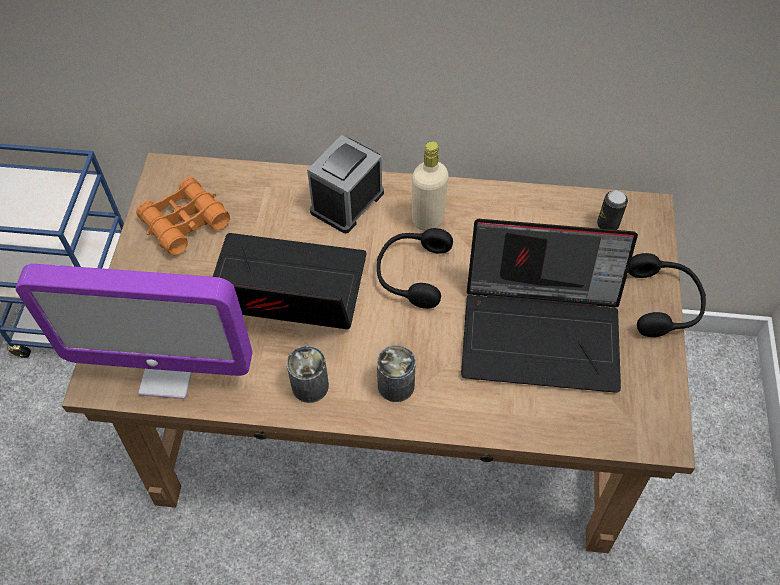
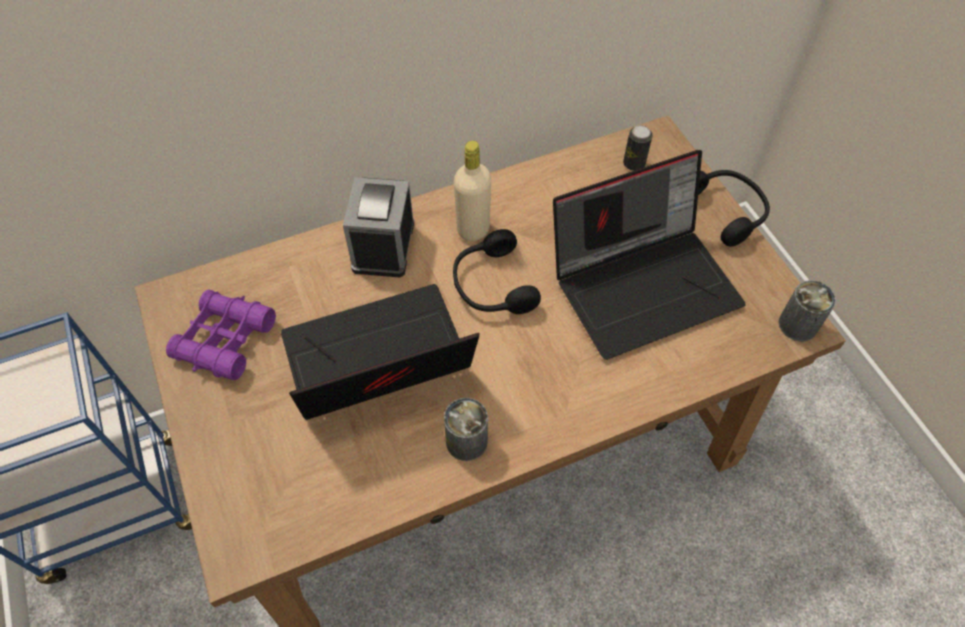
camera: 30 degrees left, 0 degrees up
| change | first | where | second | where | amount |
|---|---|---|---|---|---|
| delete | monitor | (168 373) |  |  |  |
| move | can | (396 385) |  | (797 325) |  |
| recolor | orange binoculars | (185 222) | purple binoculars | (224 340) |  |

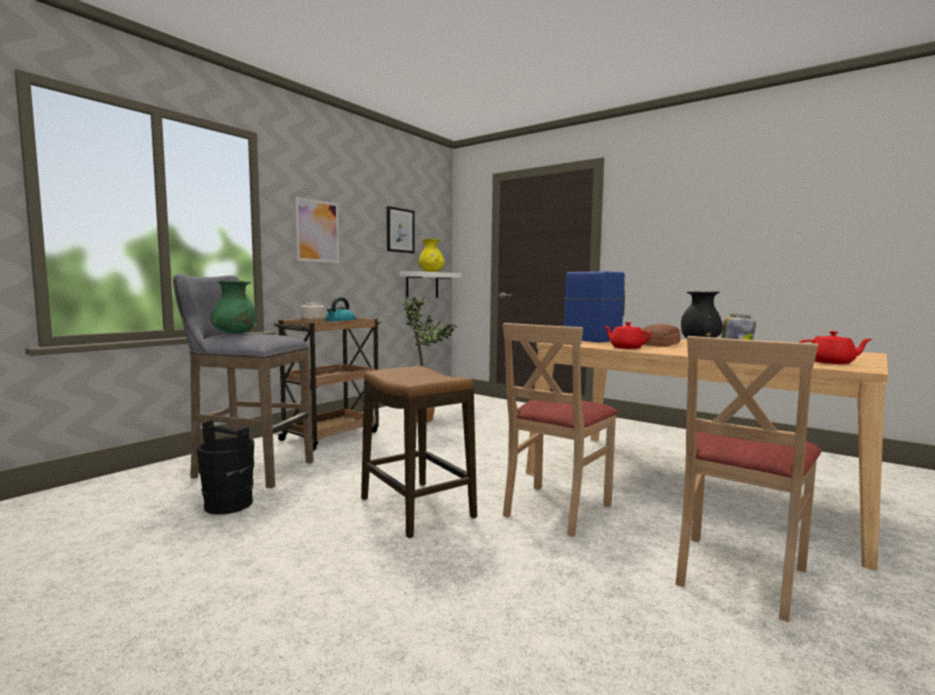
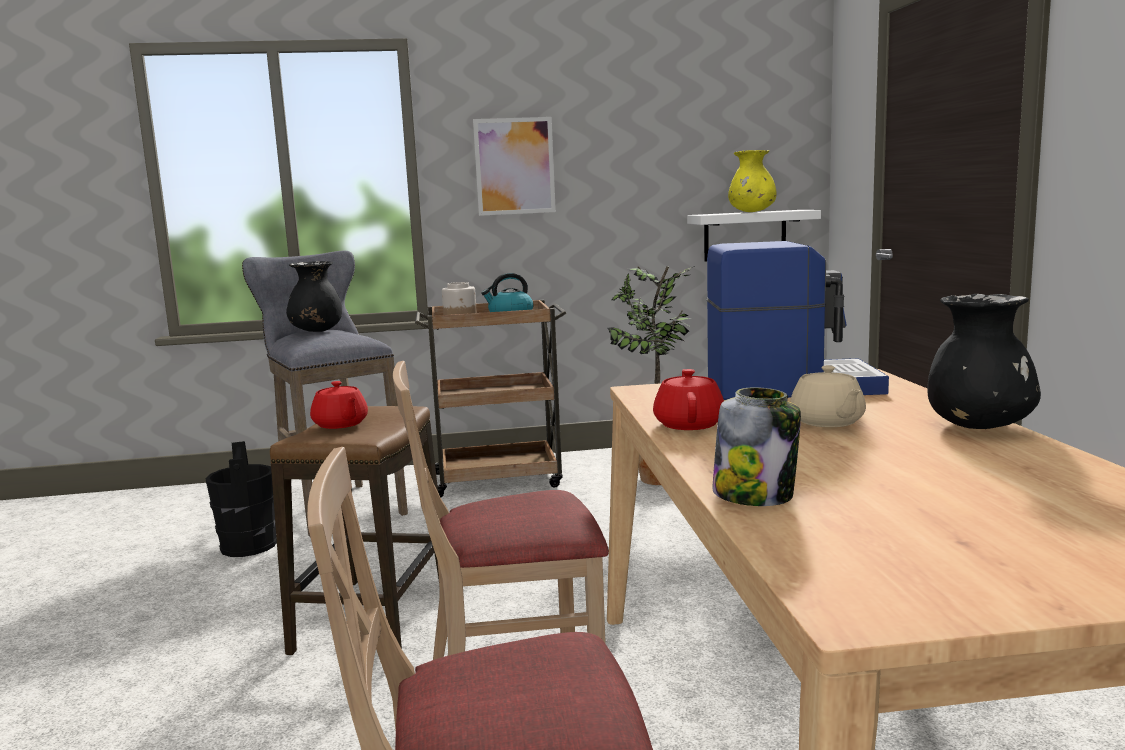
camera: 45 degrees right, 5 degrees up
| change | first | where | second | where | amount |
|---|---|---|---|---|---|
| delete | picture | (400 230) |  |  |  |
| move | red teapot | (832 362) |  | (340 424) |  |
| replace | bread | (660 344) | beige teapot | (827 422) |  |
| recolor | green vase | (235 334) | black vase | (316 331) |  |

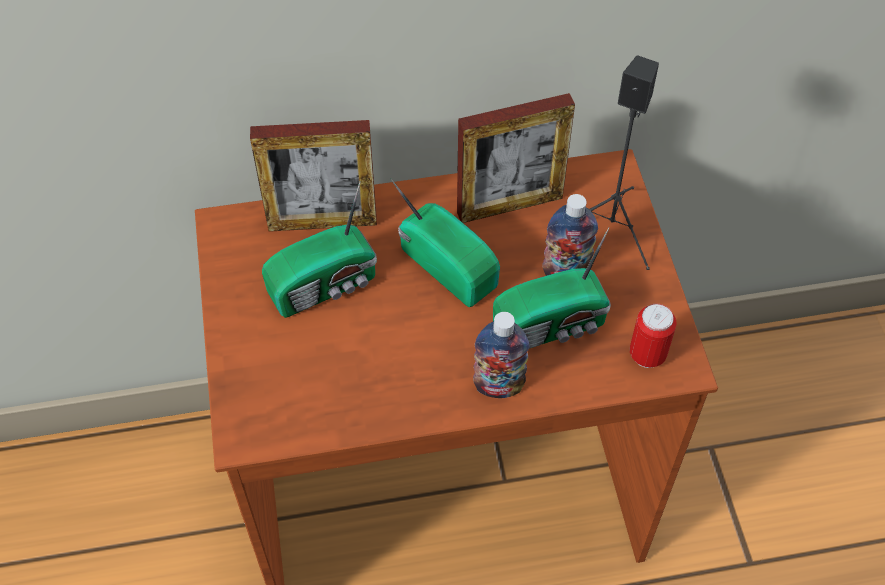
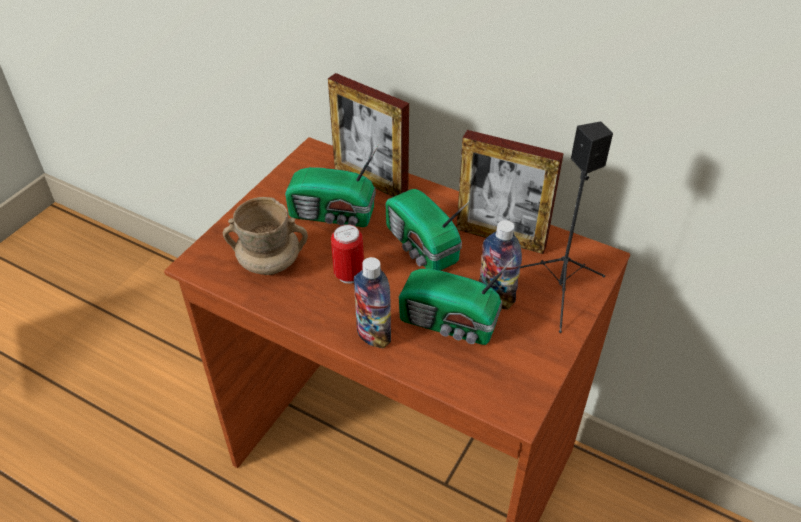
camera: 40 degrees right, 10 degrees down
| change | first | where | second | where | amount |
|---|---|---|---|---|---|
| insert |  |  | beige mug | (270 263) |  |
| move | can | (647 355) |  | (349 274) |  |
| rotate | radio | (448 264) |  | (421 247) | 150 degrees clockwise |

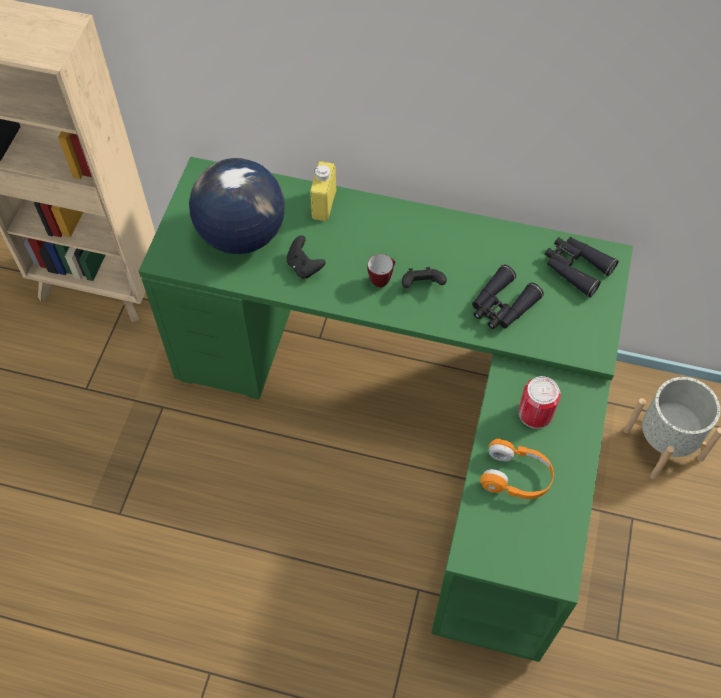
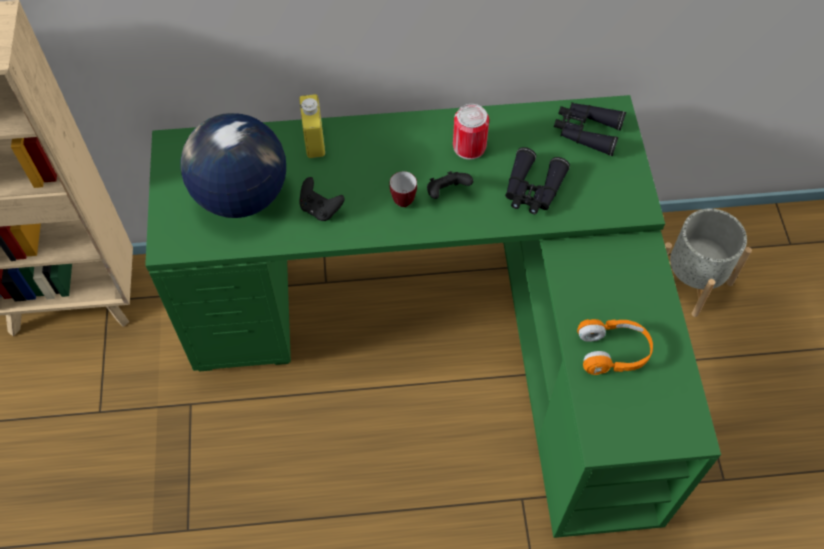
camera: 20 degrees left, 0 degrees up
| change | first | where | second | where | amount |
|---|---|---|---|---|---|
| move | can | (535 413) |  | (469 146) |  |

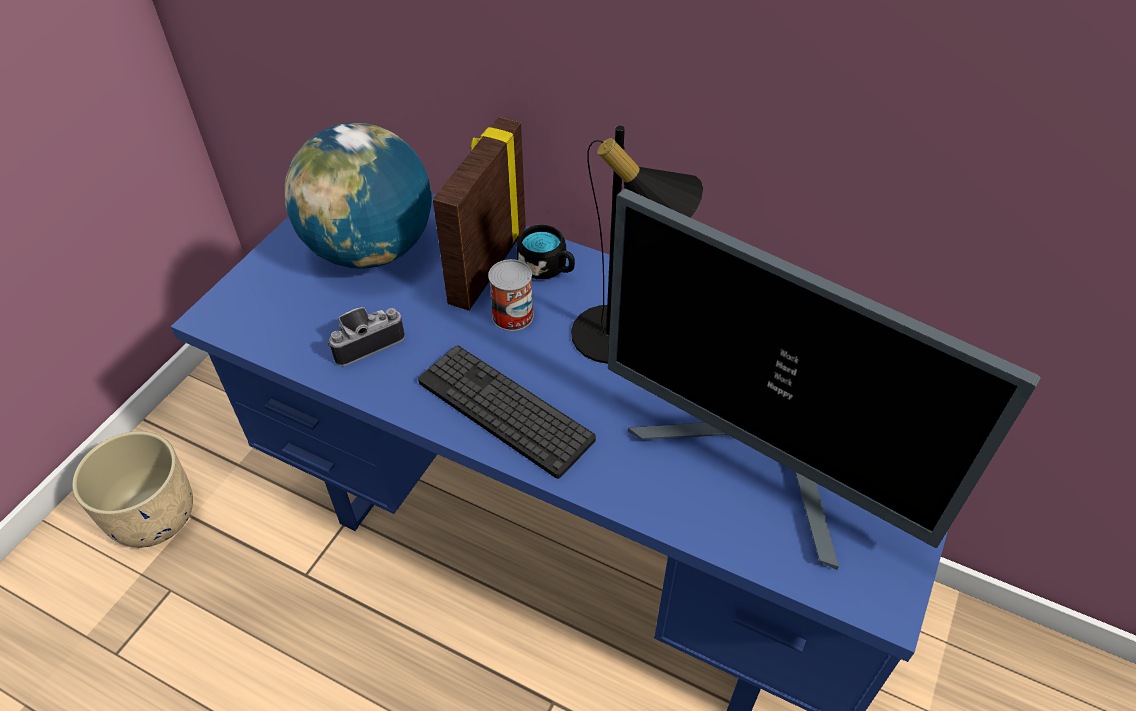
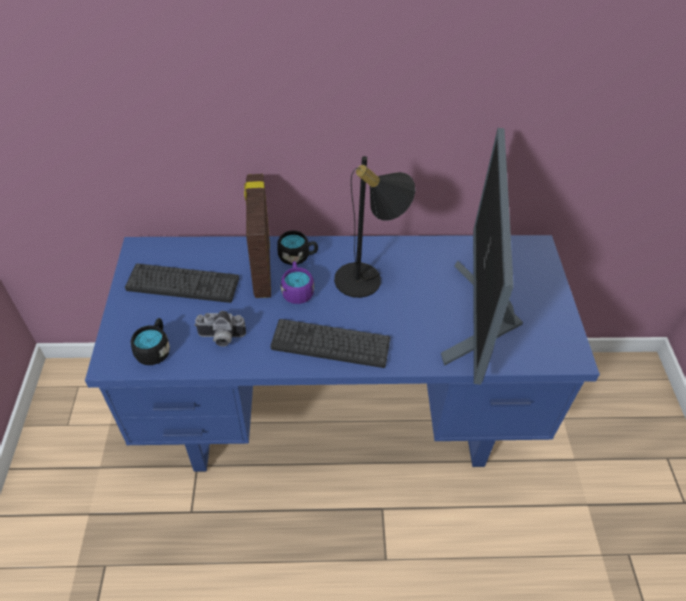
camera: 30 degrees left, 0 degrees up
| change | first | where | second | where | amount |
|---|---|---|---|---|---|
| delete | beige planter | (153 517) |  |  |  |
| insert |  |  | black mug | (155 349) |  |
| replace | globe | (370 249) | keyboard | (183 284) |  |
| replace | can | (512 315) | purple mug | (297 290) |  |
| rotate | photo camera | (365 341) |  | (221 338) | 120 degrees counterclockwise |
| rotate | monitor | (760 468) |  | (479 318) | 90 degrees clockwise |

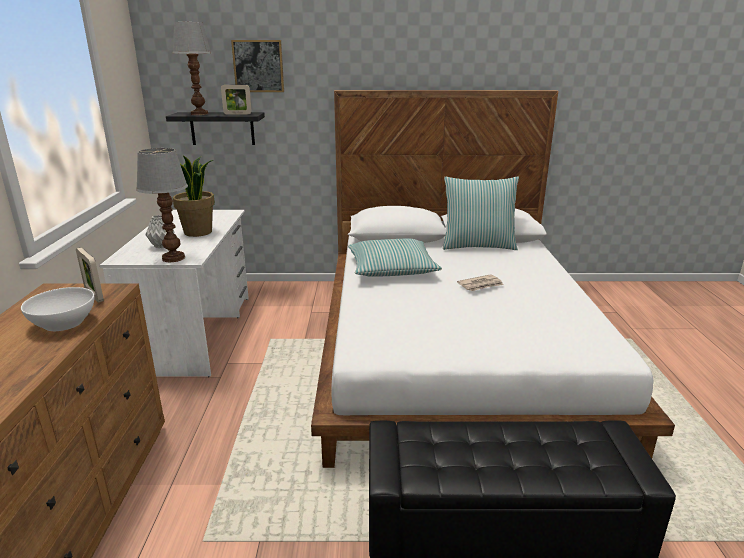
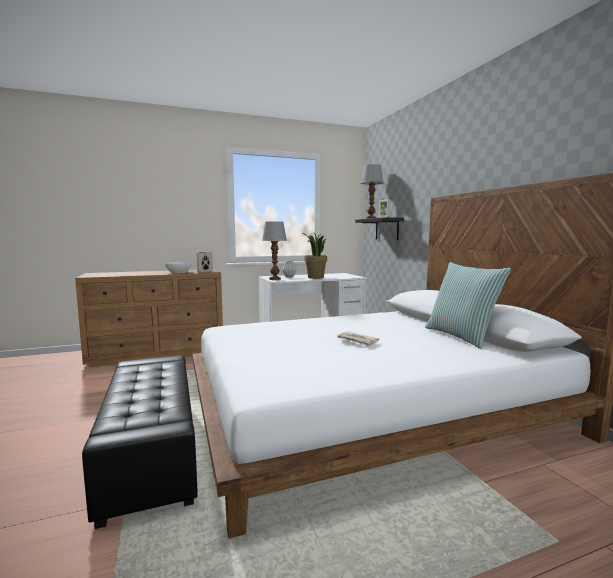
camera: 70 degrees right, 15 degrees down
| change | first | where | second | where | amount |
|---|---|---|---|---|---|
| delete | picture | (258 66) |  |  |  |
| delete | pillow | (391 268) |  |  |  |

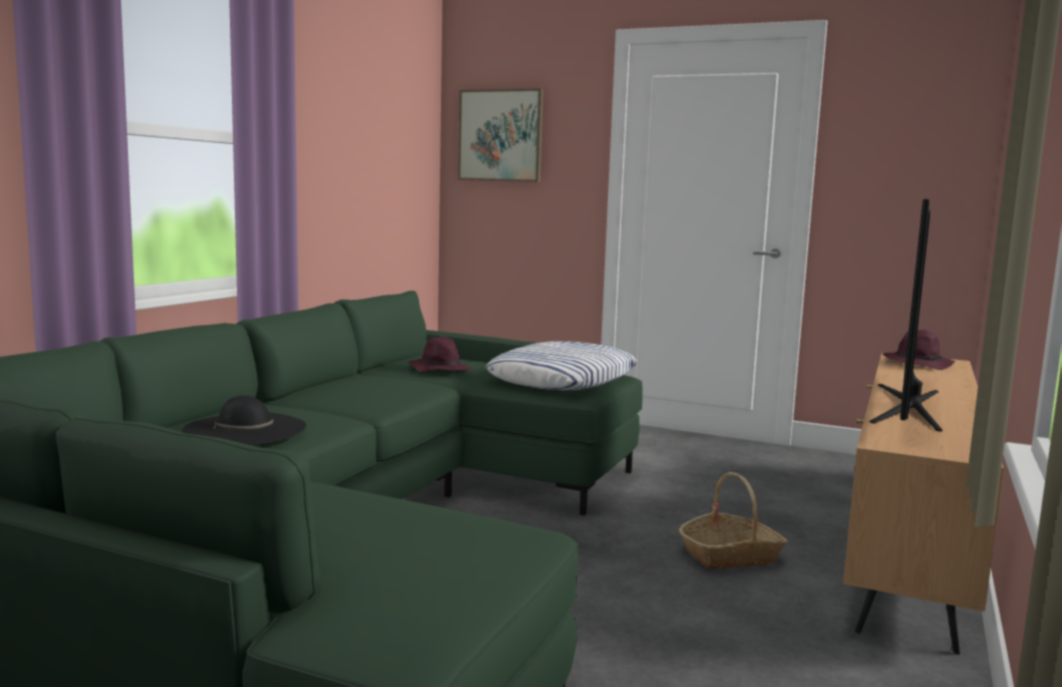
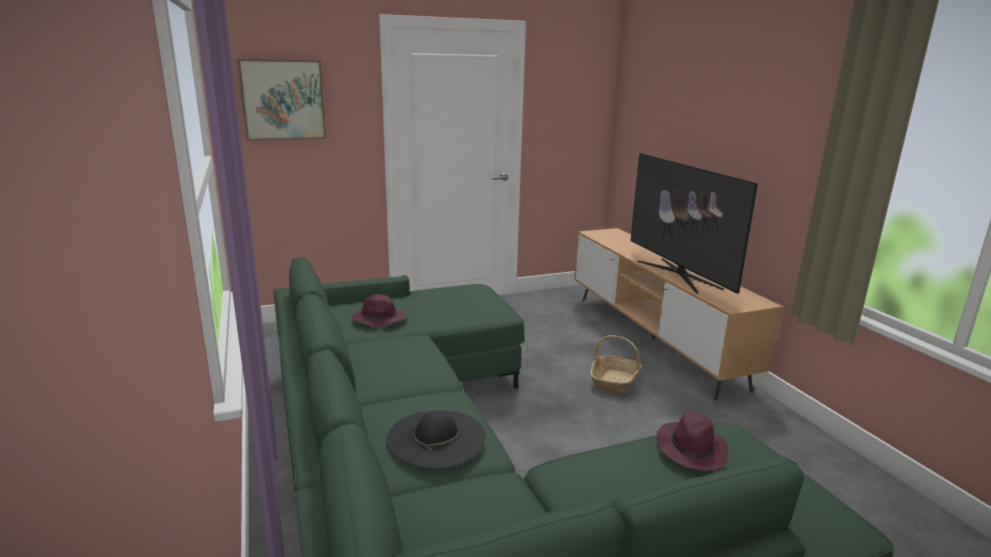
camera: 45 degrees left, 10 degrees up
| change | first | where | second | where | amount |
|---|---|---|---|---|---|
| delete | pillow | (562 378) |  |  |  |
| move | purple hat | (917 363) |  | (691 450) |  |

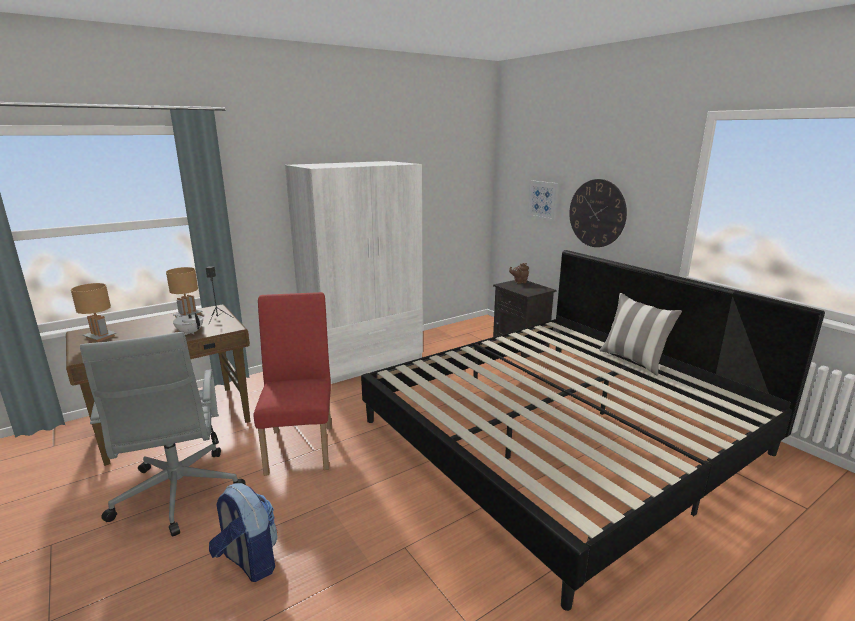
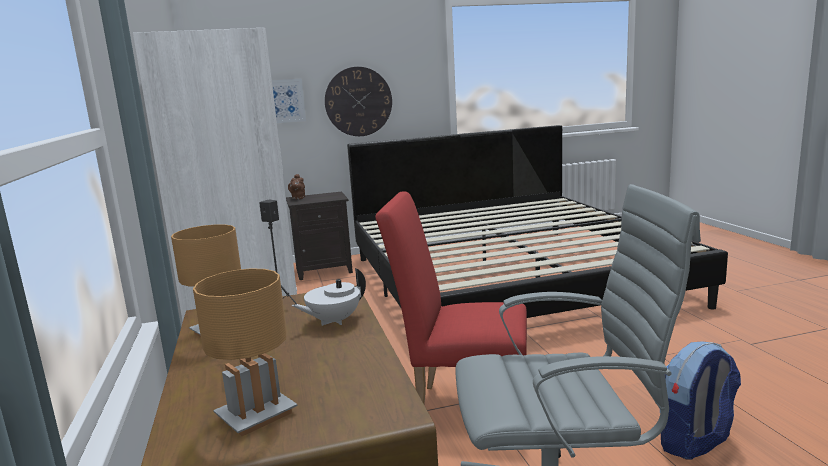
camera: 70 degrees left, 5 degrees down
| change | first | where | second | where | amount |
|---|---|---|---|---|---|
| delete | pillow | (633 360) |  |  |  |

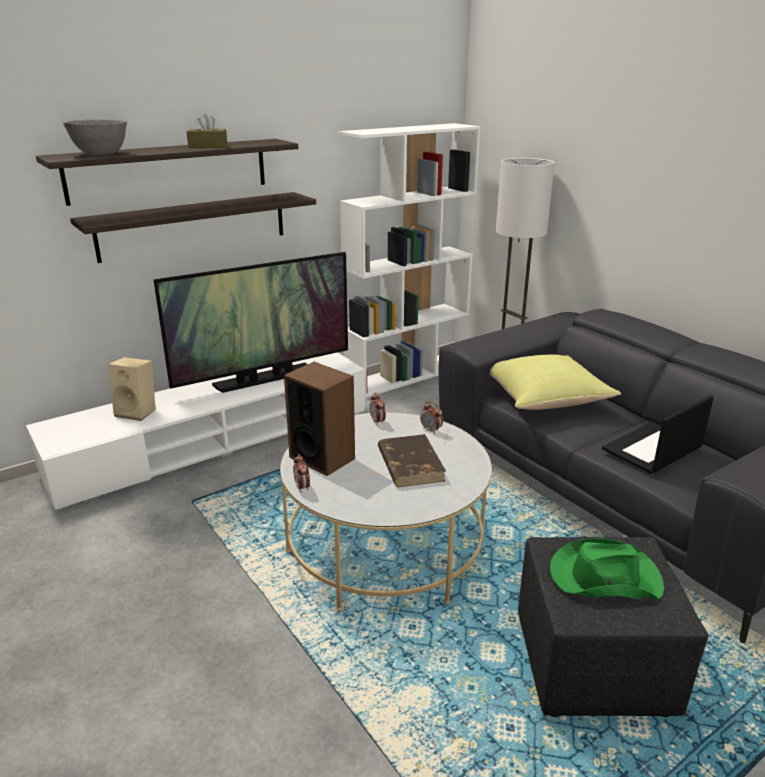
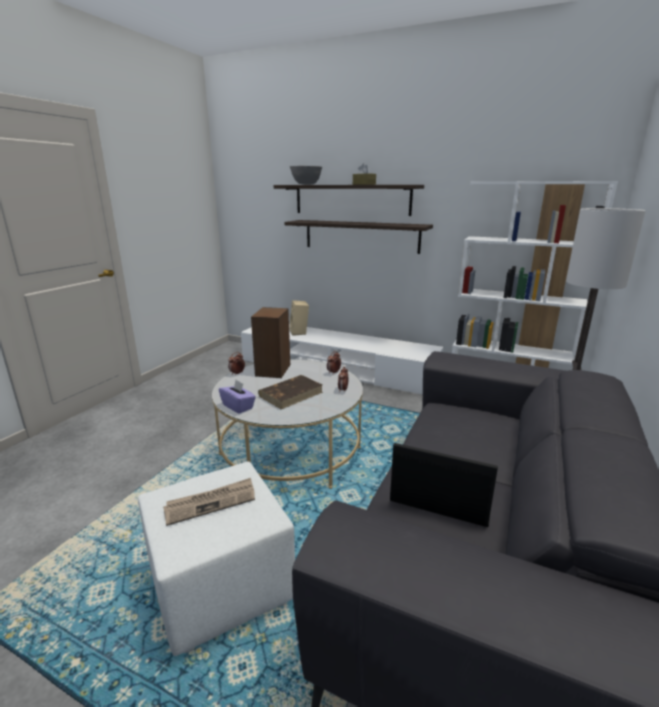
camera: 60 degrees right, 5 degrees down
| change | first | where | second | where | amount |
|---|---|---|---|---|---|
| delete | television | (264 378) |  |  |  |
| delete | yellow pillow | (544 399) |  |  |  |
| insert |  |  | purple tissue box | (238 406) |  |
| replace | green hat | (603 577) | newspaper | (211 503) |  |
| recolor | black ottoman | (593 666) | white ottoman | (223 587) |  |

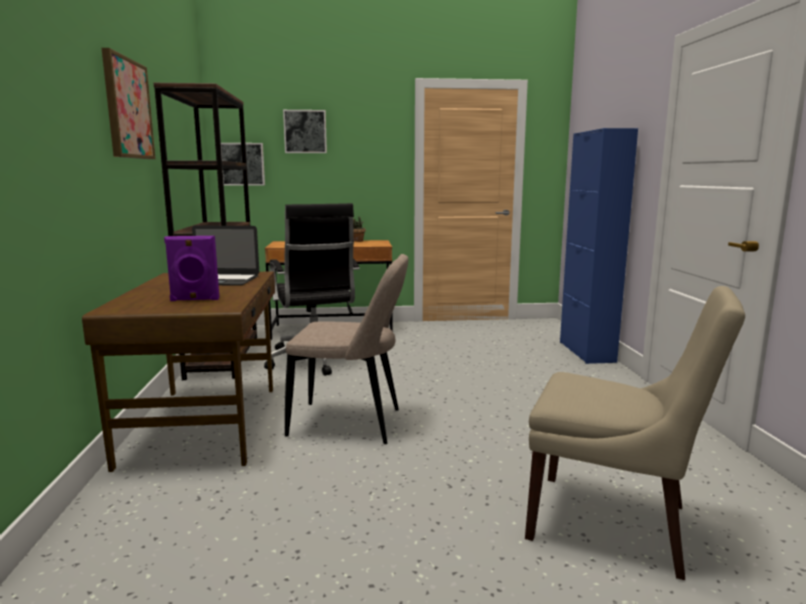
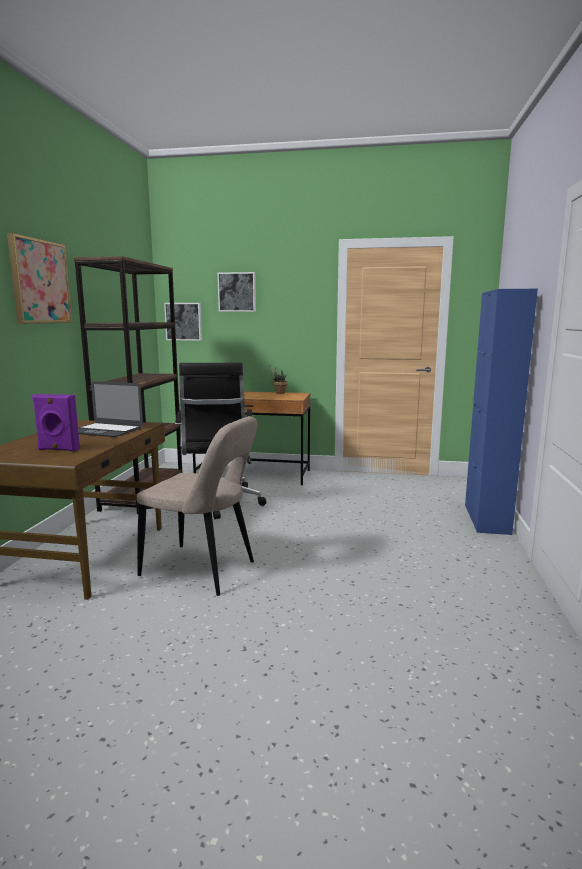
camera: 15 degrees right, 0 degrees up
| change | first | where | second | where | amount |
|---|---|---|---|---|---|
| delete | beige chair | (614 524) |  |  |  |

